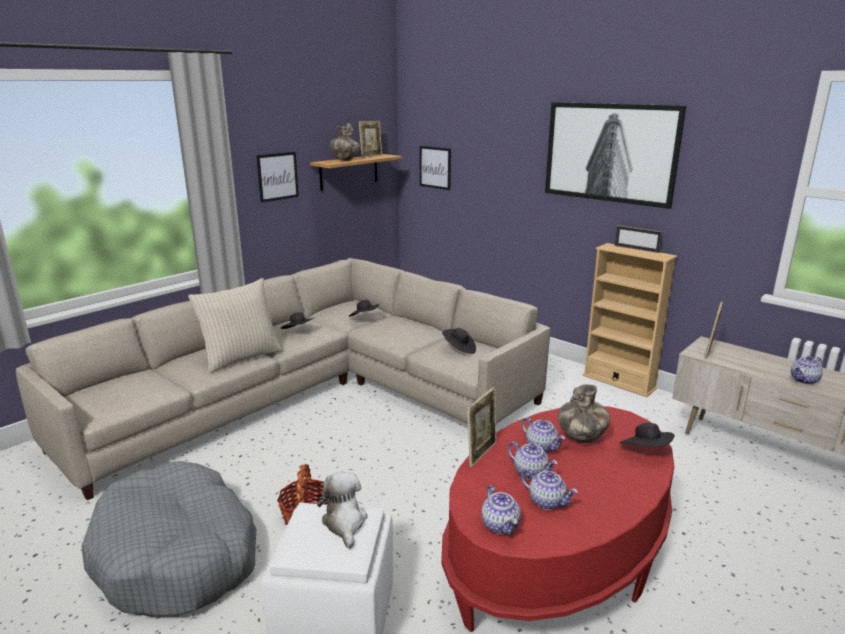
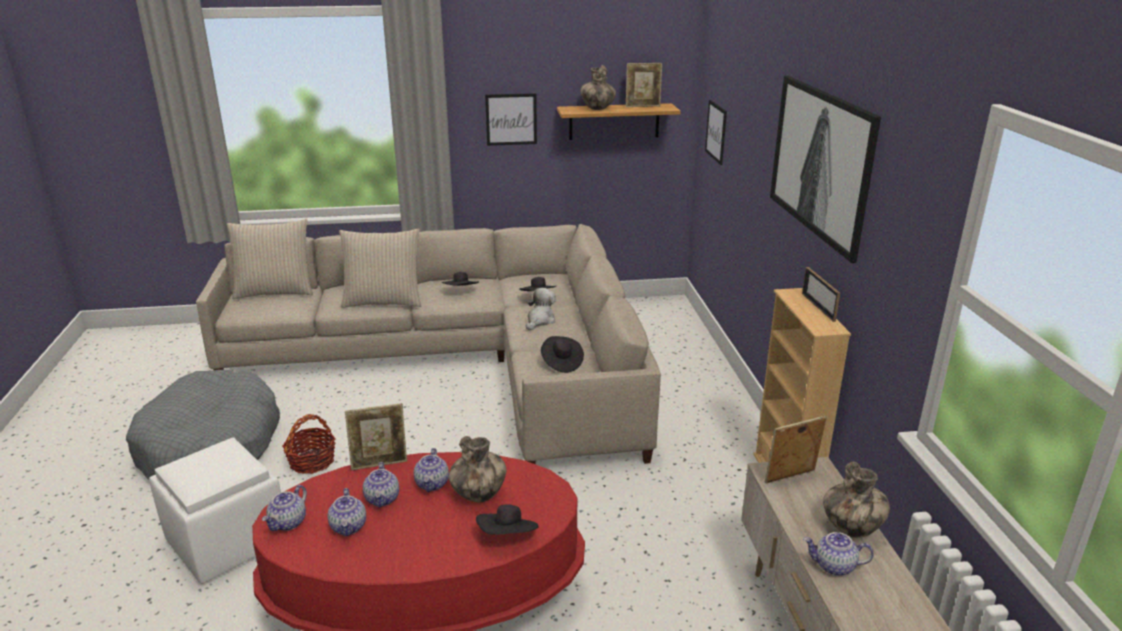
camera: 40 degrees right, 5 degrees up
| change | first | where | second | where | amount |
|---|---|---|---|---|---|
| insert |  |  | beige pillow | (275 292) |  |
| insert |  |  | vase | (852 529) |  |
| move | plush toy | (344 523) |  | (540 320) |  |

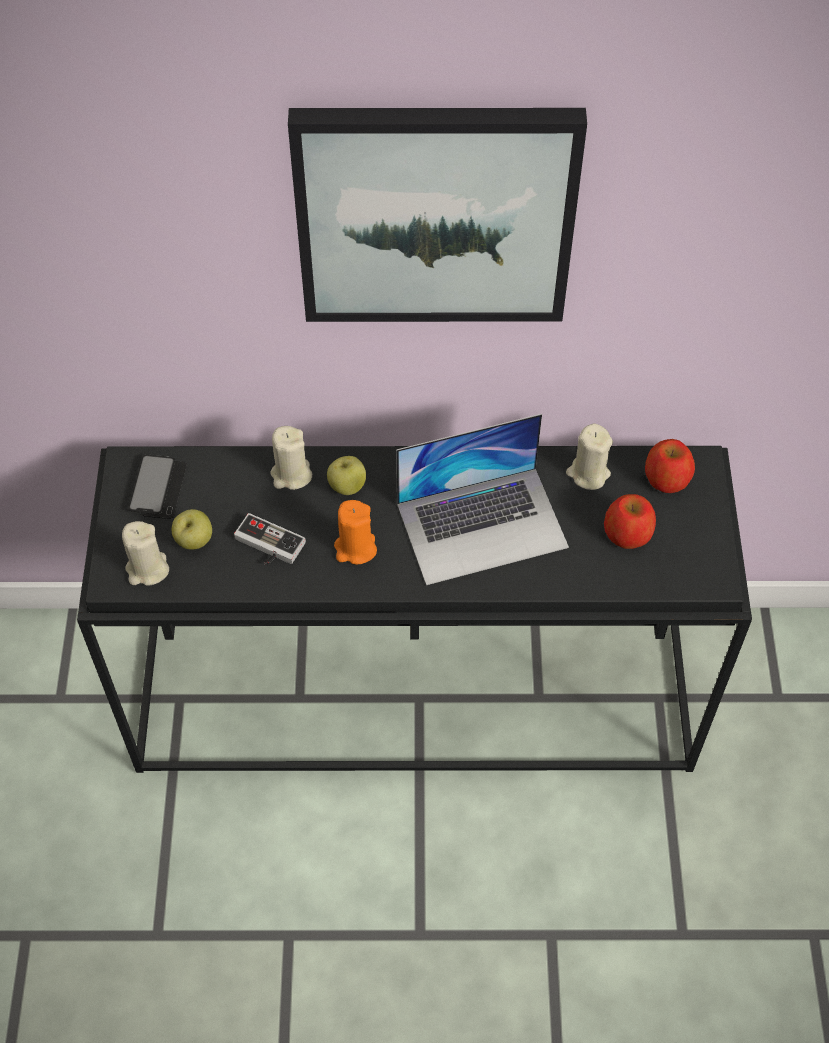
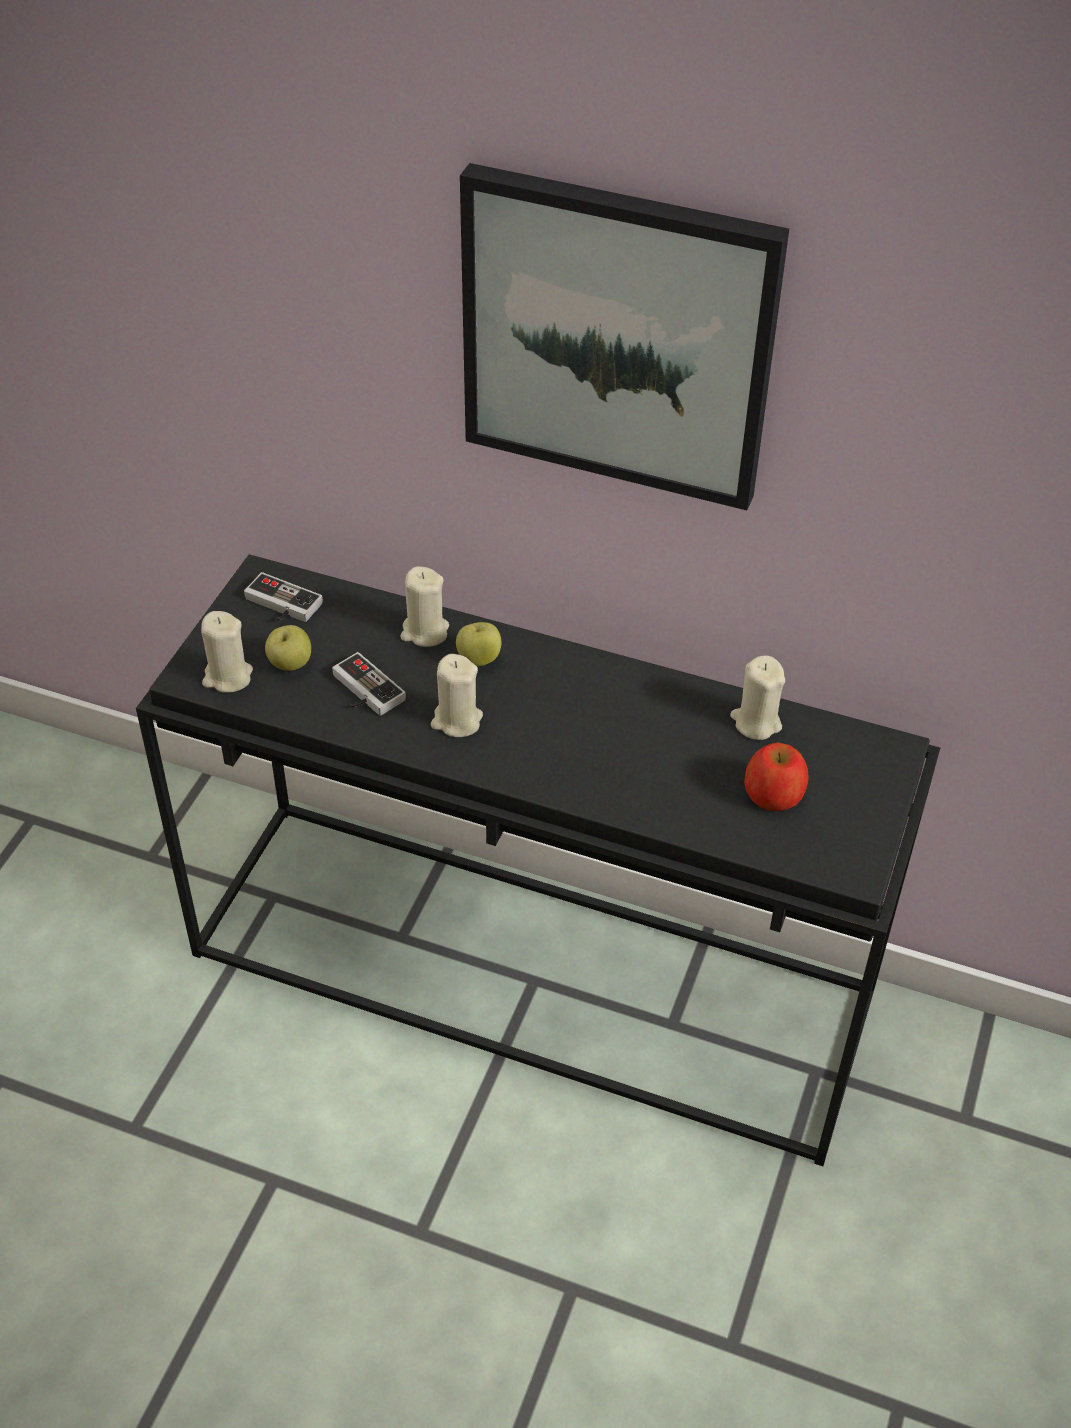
camera: 20 degrees right, 10 degrees down
| change | first | where | second | where | amount |
|---|---|---|---|---|---|
| delete | laptop | (482 525) |  |  |  |
| delete | apple | (667 477) |  |  |  |
| replace | phone | (158 488) | game controller | (279 606) |  |
| recolor | orange candle | (355 548) | beige candle | (456 720) |  |

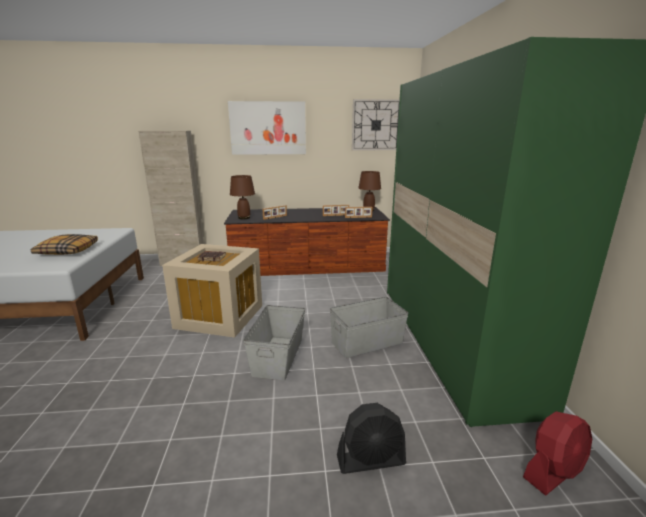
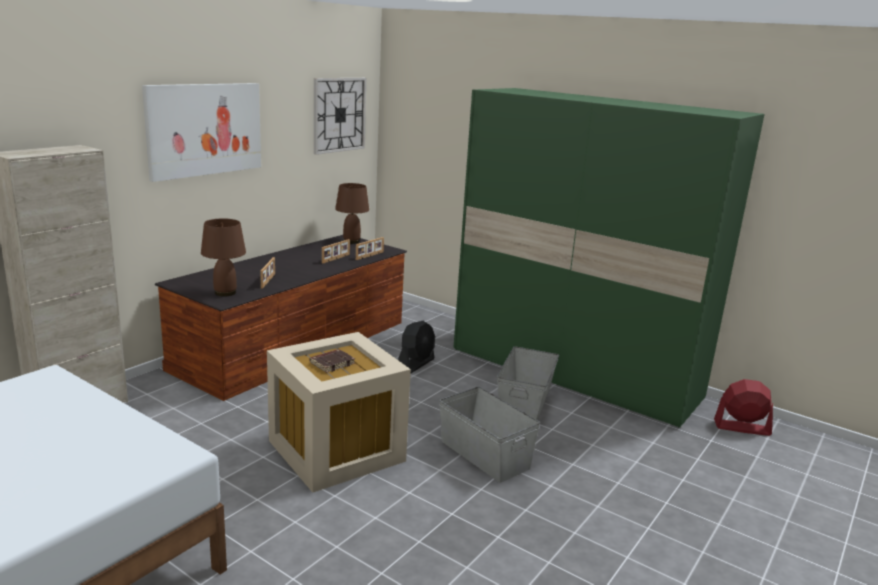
camera: 50 degrees left, 0 degrees up
| change | first | where | second | where | amount |
|---|---|---|---|---|---|
| delete | pillow | (67 251) |  |  |  |
| move | black fan | (371 460) |  | (416 364) |  |
| rotate | red fan | (553 471) |  | (741 427) | 90 degrees counterclockwise |

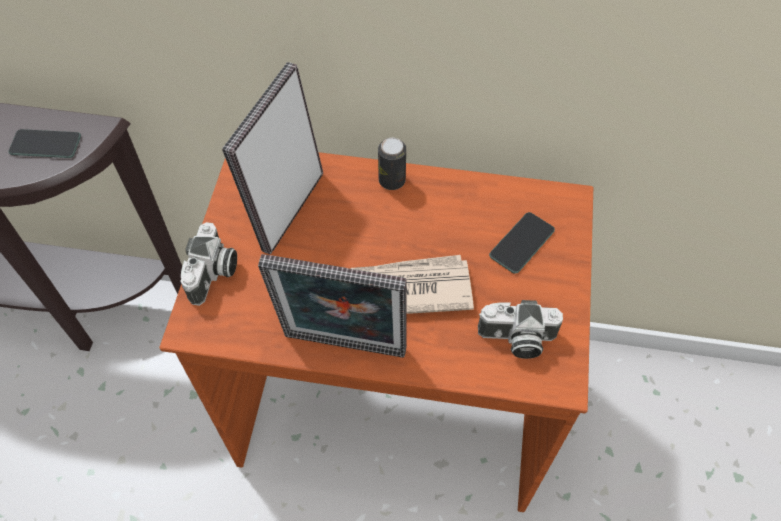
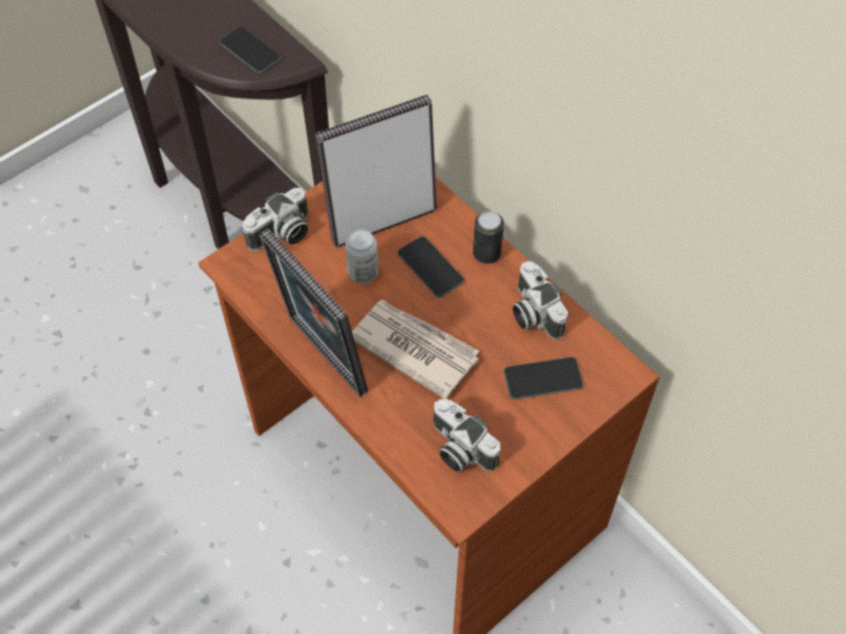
camera: 40 degrees right, 0 degrees up
| change | first | where | second | where | amount |
|---|---|---|---|---|---|
| insert |  |  | can | (363 272) |  |
| insert |  |  | phone | (430 267) |  |
| insert |  |  | photo camera | (532 312) |  |

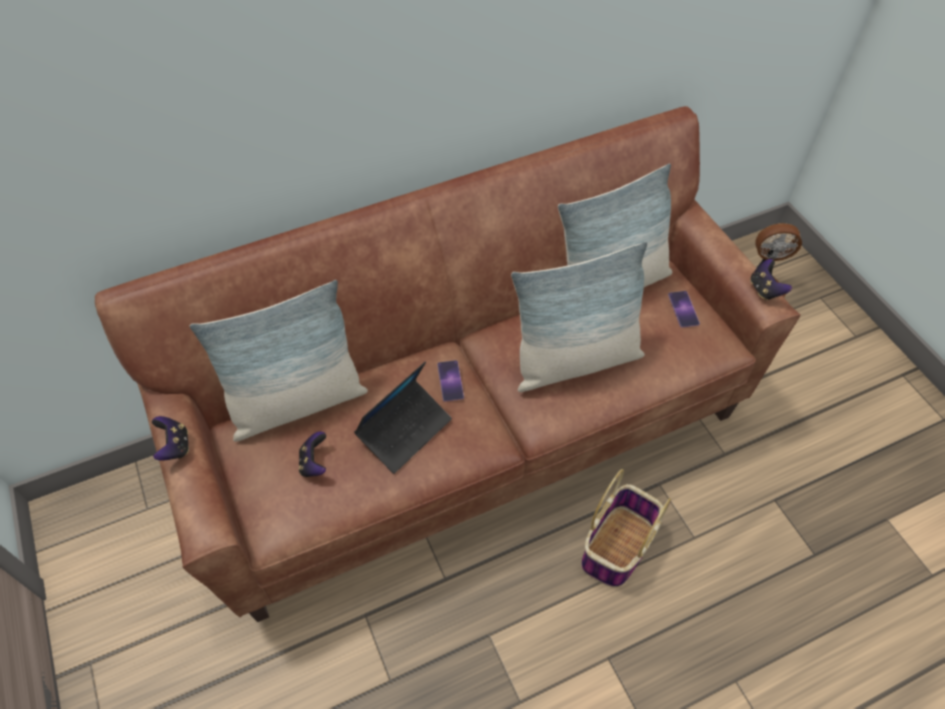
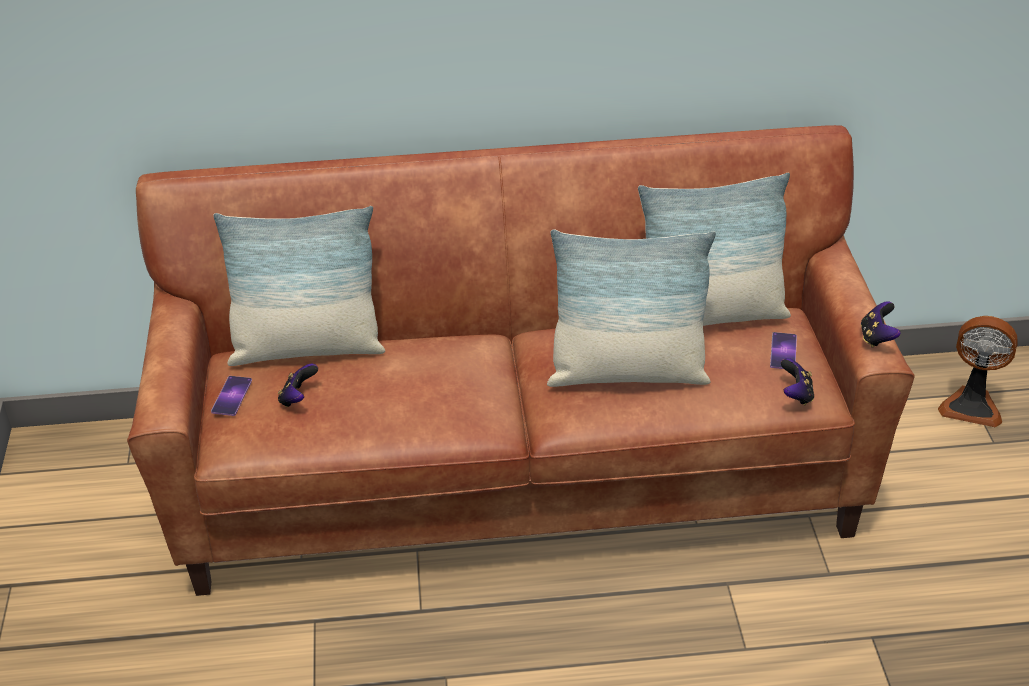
camera: 20 degrees right, 15 degrees down
| change | first | where | second | where | amount |
|---|---|---|---|---|---|
| delete | laptop | (404 430) |  |  |  |
| delete | basket | (617 548) |  |  |  |
| move | game controller | (175 446) |  | (796 395) |  |
| move | phone | (450 381) |  | (232 396) |  |

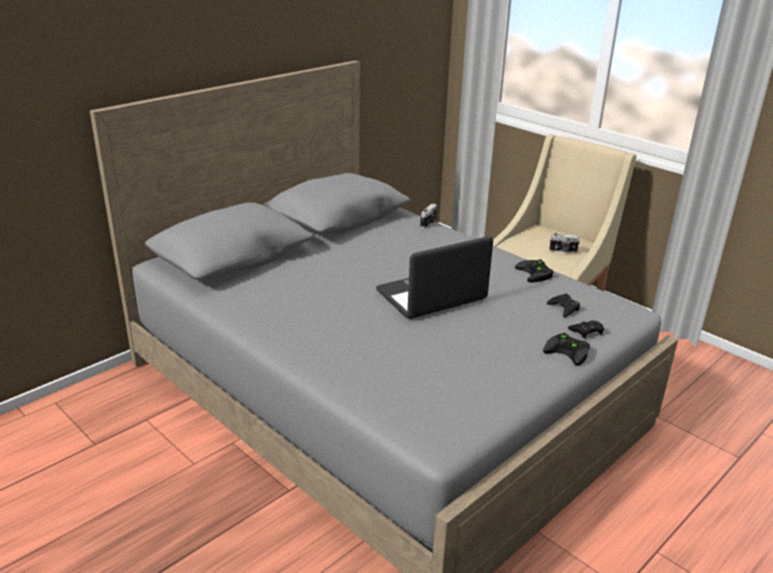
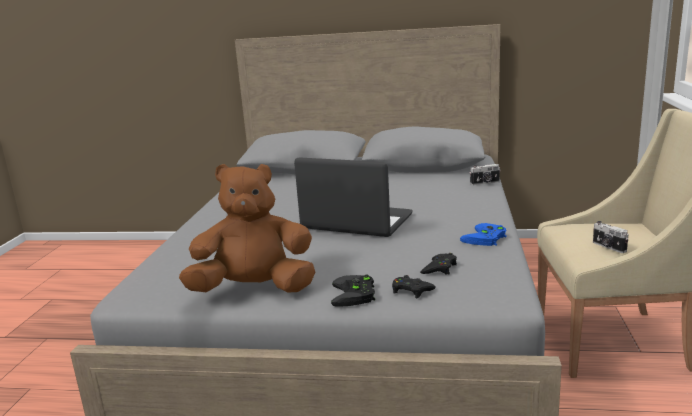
camera: 55 degrees right, 10 degrees down
| change | first | where | second | where | amount |
|---|---|---|---|---|---|
| insert |  |  | brown plush toy | (254 289) |  |
| recolor | black game controller | (536 274) | blue game controller | (485 239) |  |

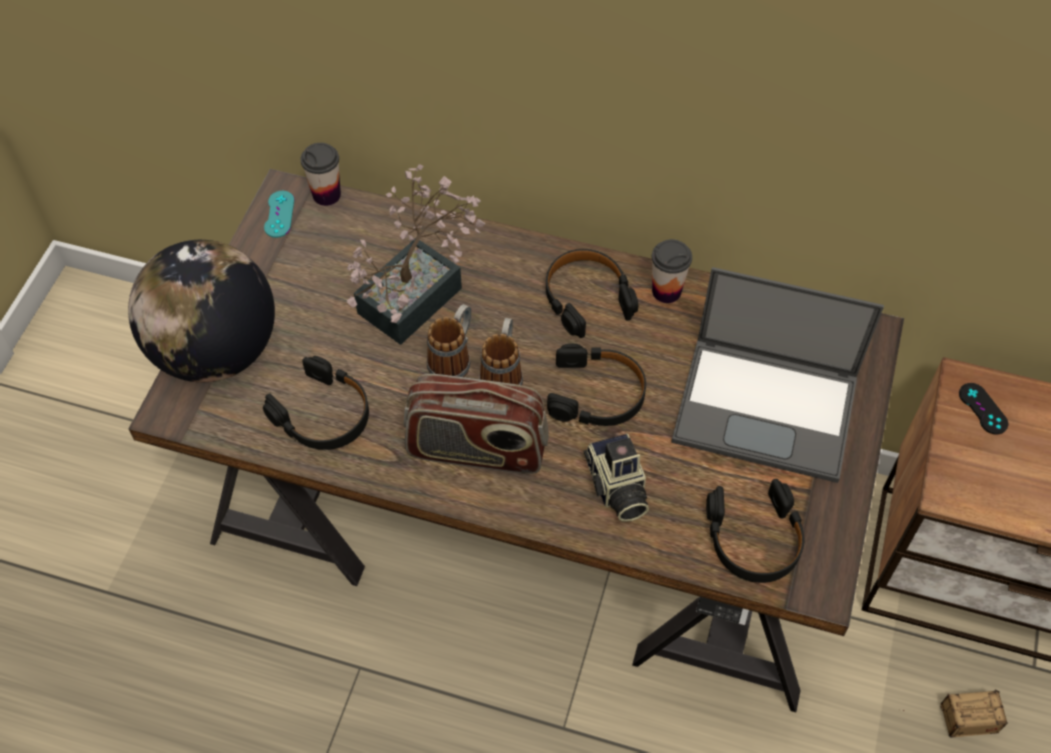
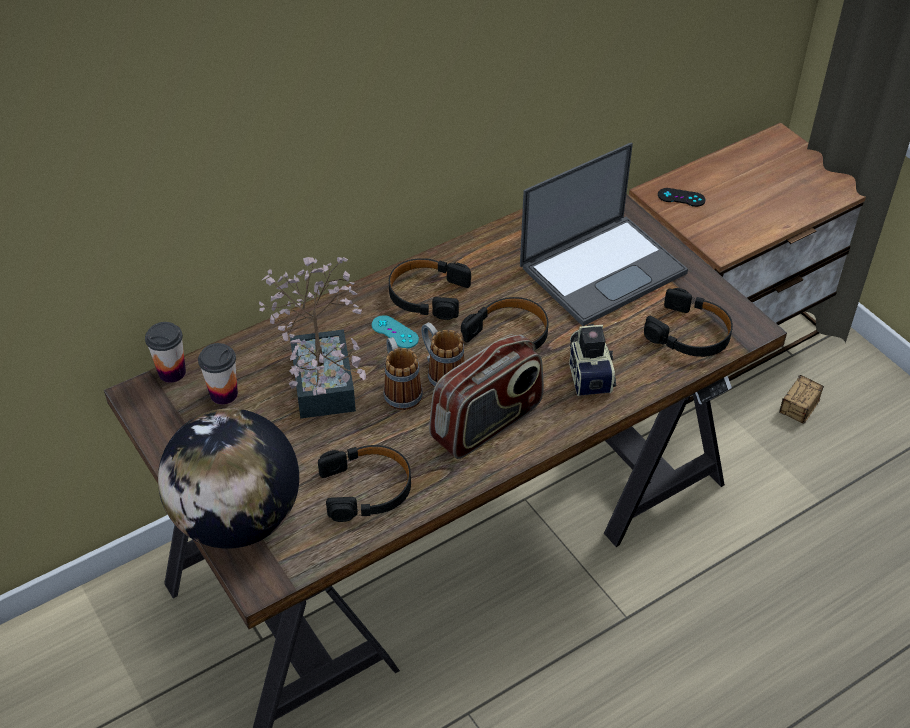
camera: 50 degrees left, 10 degrees down
| change | first | where | second | where | amount |
|---|---|---|---|---|---|
| move | turquoise game controller | (279 214) |  | (395 332) |  |
| move | cup | (666 291) |  | (224 394) |  |
| rotate | photo camera | (616 488) |  | (590 373) | 120 degrees counterclockwise |

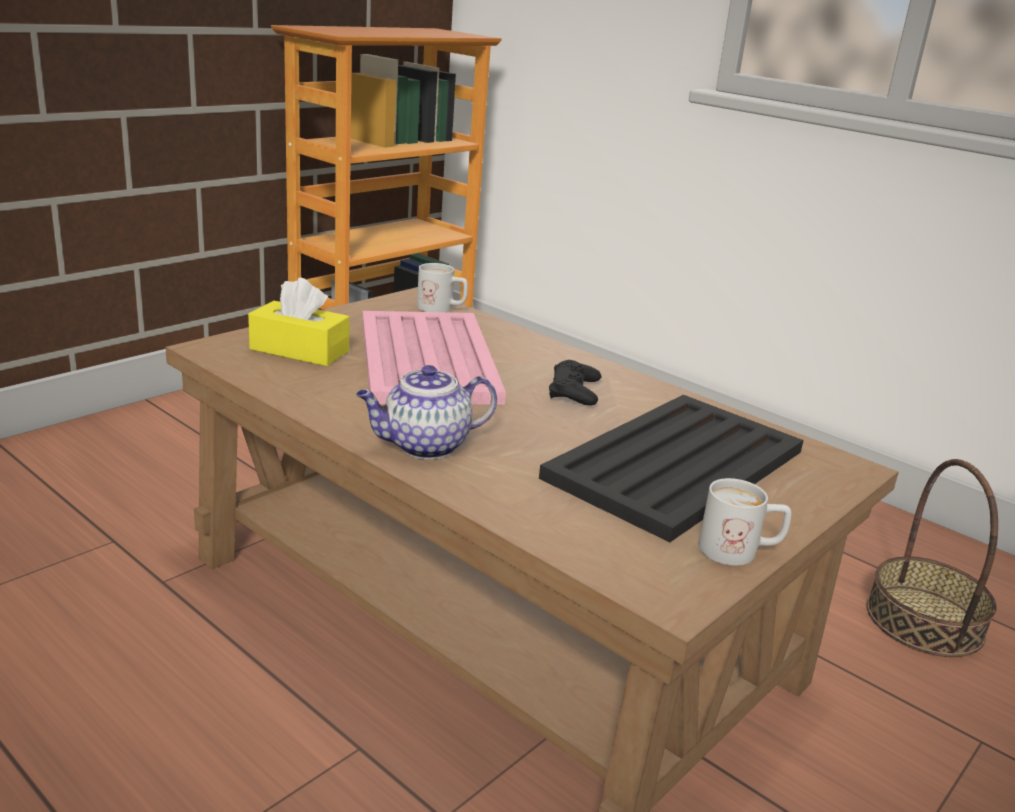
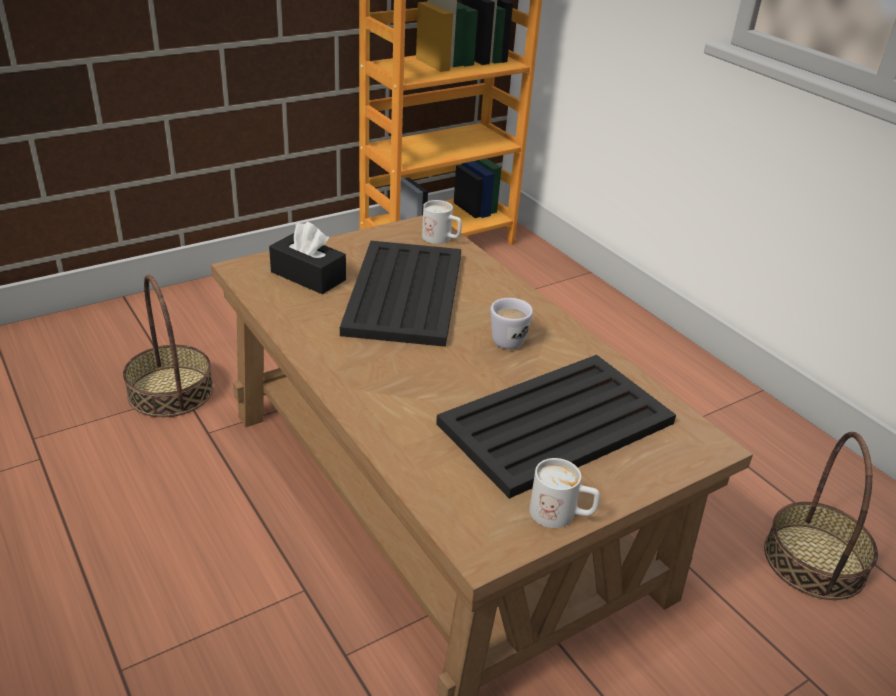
camera: 15 degrees right, 10 degrees up
| change | first | where | second | where | amount |
|---|---|---|---|---|---|
| delete | teapot | (424 446) |  |  |  |
| insert |  |  | basket | (170 391) |  |
| replace | black game controller | (574 391) | white mug | (510 338) |  |
| recolor | yellow tissue box | (299 350) | black tissue box | (308 276) |  |
| recolor | pink tray | (427 358) | black tray | (405 292) |  |

